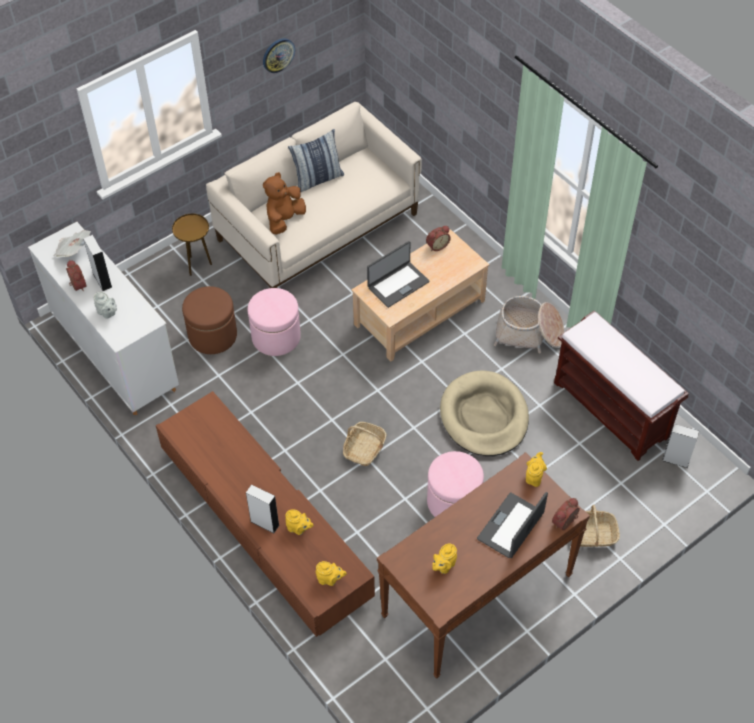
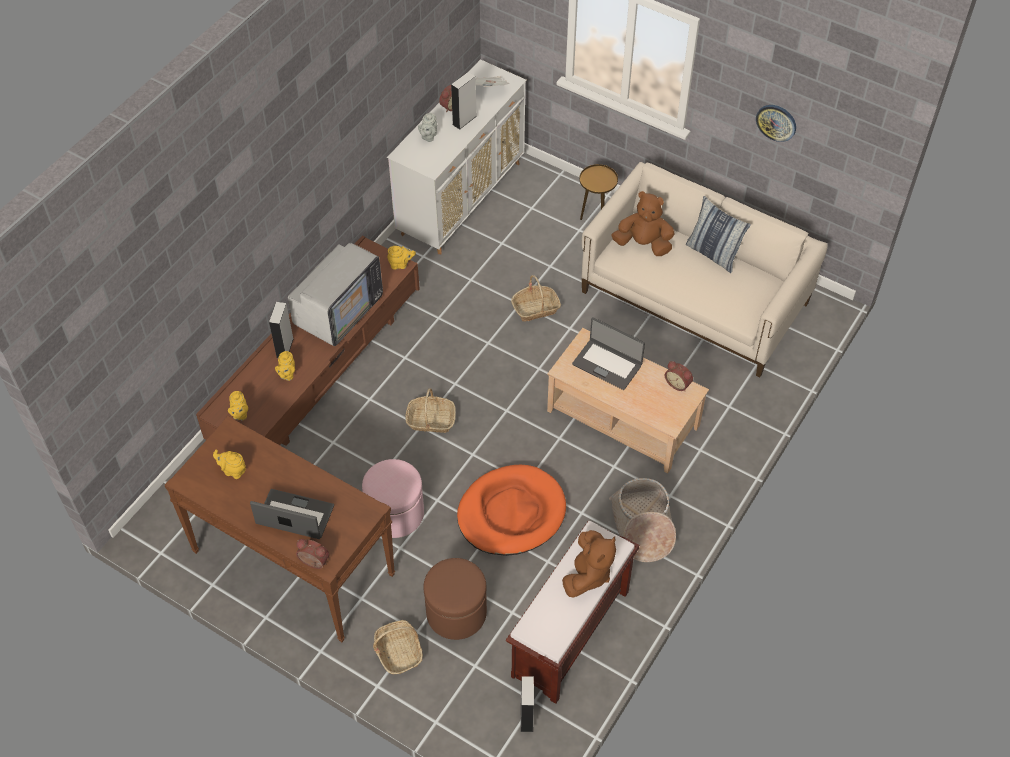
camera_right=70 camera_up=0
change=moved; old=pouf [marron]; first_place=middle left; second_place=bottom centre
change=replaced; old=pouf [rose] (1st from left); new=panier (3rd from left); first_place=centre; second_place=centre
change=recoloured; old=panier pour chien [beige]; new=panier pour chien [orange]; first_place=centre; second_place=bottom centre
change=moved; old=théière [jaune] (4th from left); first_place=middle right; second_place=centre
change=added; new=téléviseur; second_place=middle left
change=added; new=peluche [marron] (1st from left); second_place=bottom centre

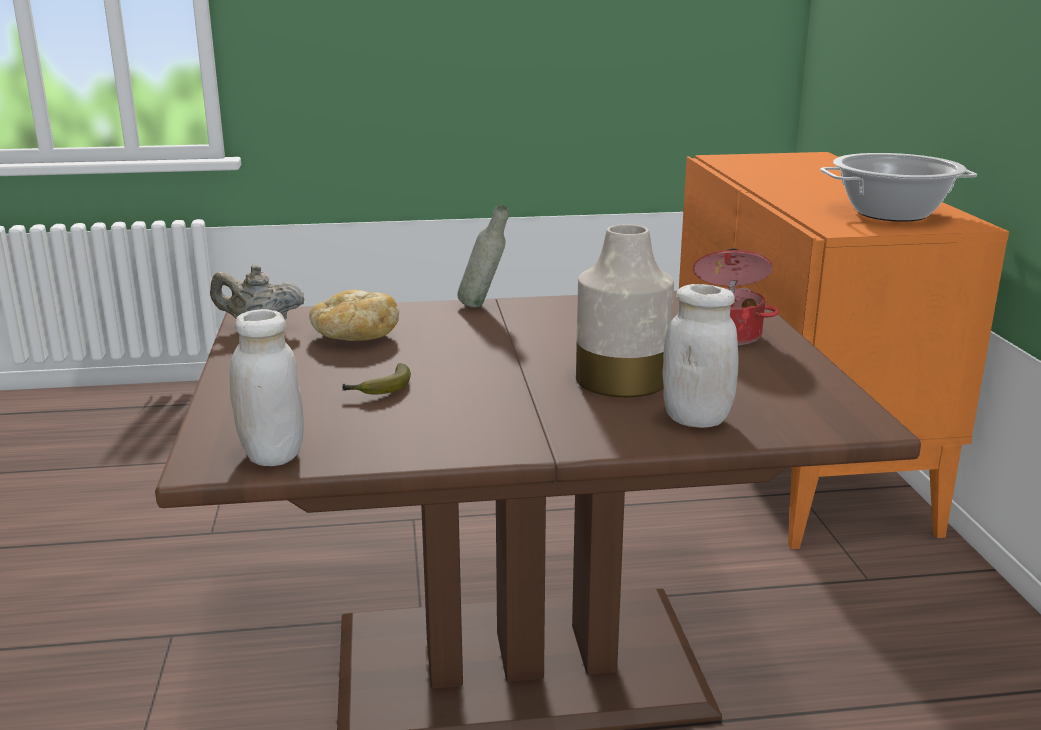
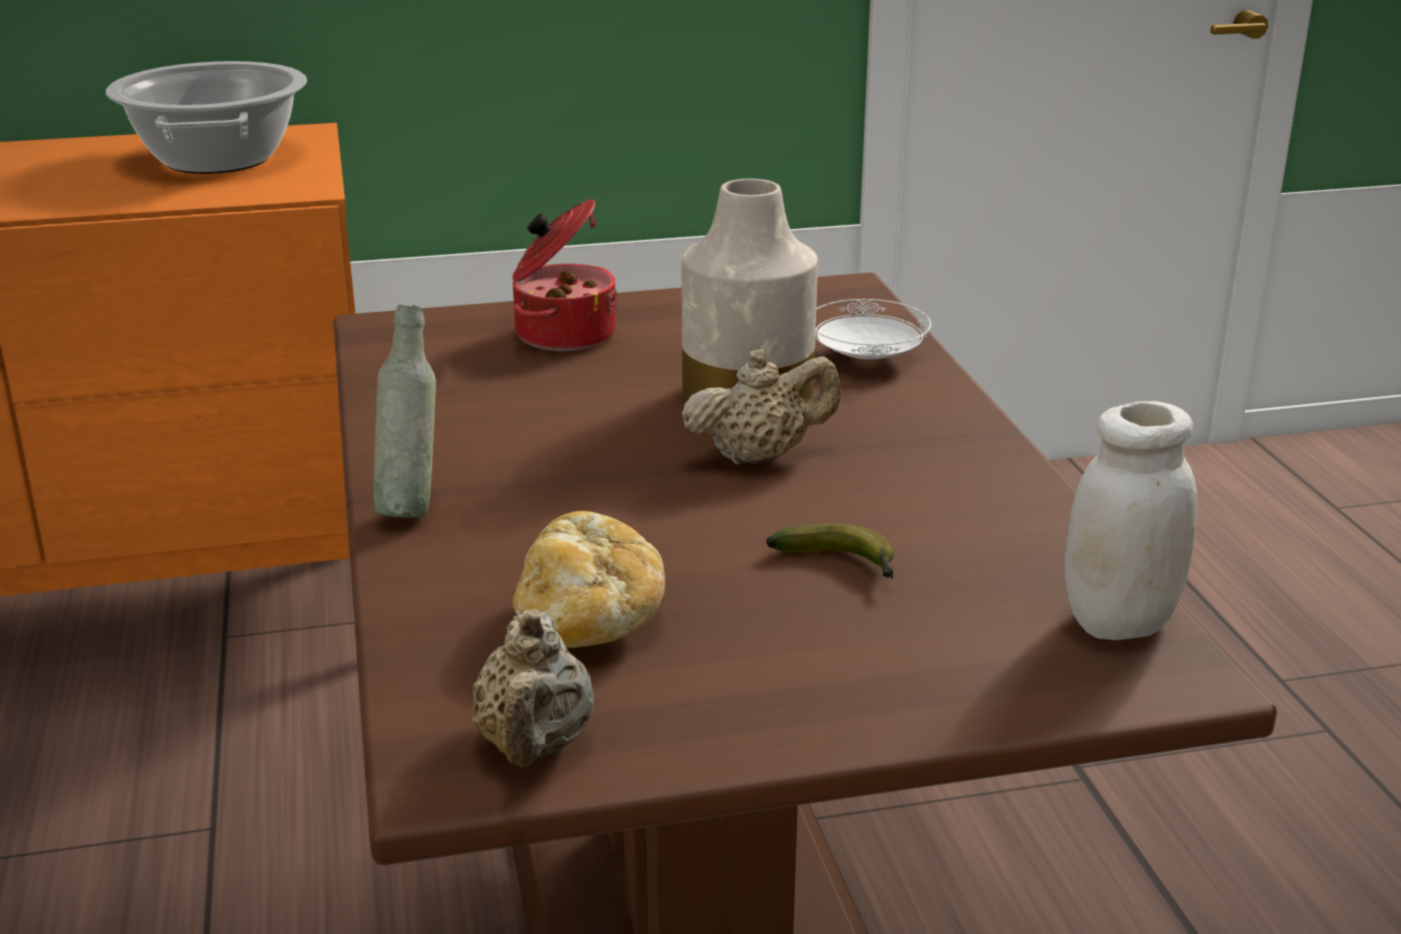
camera_right=-95 camera_up=5
change=replaced; old=bocal [blanc] (2nd from left); new=assiette [blanc]; first_place=middle right; second_place=centre
change=added; new=théière [beige] (2nd from left); second_place=centre

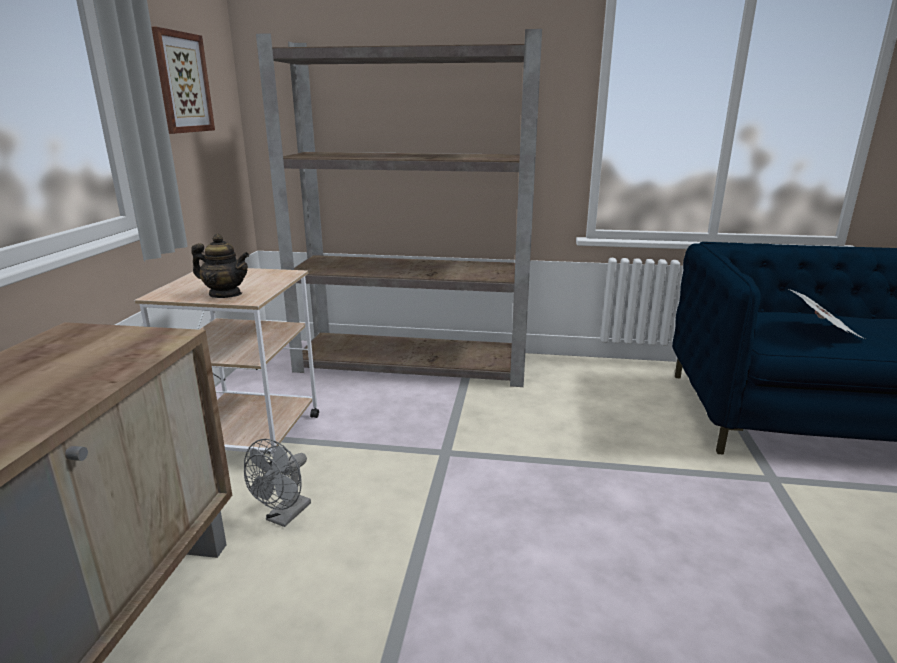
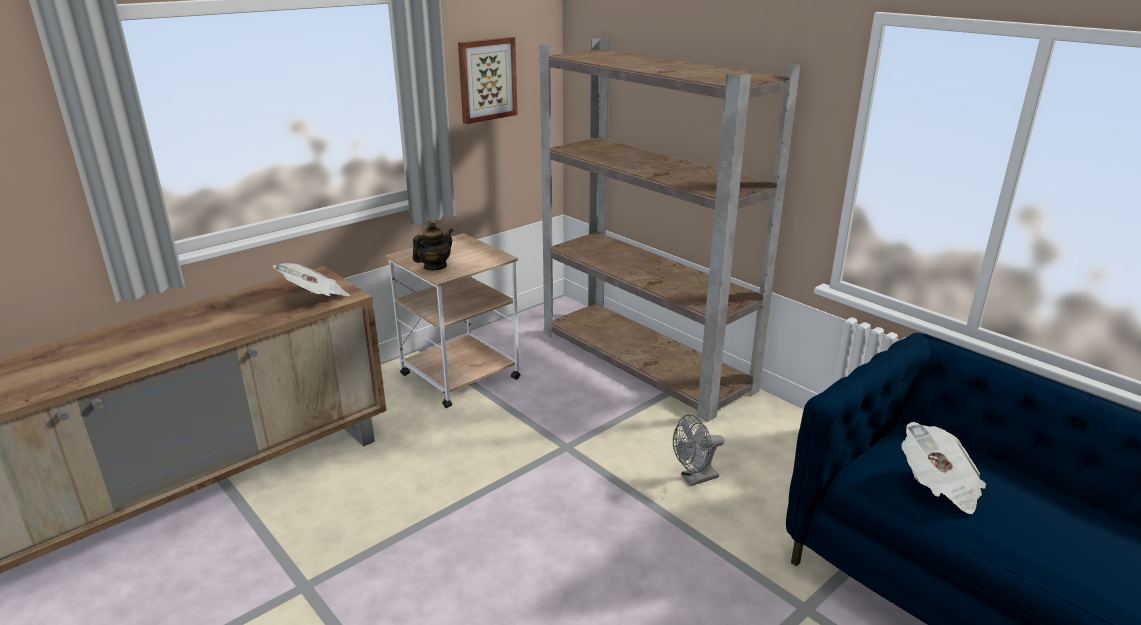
camera_right=40 camera_up=5
change=turned; old=théière; first_place=middle left; second_place=centre; degrees=-105
change=moved; old=ventilateur [gris]; first_place=bottom left; second_place=bottom centre
change=added; new=journal (1st from left); second_place=middle left

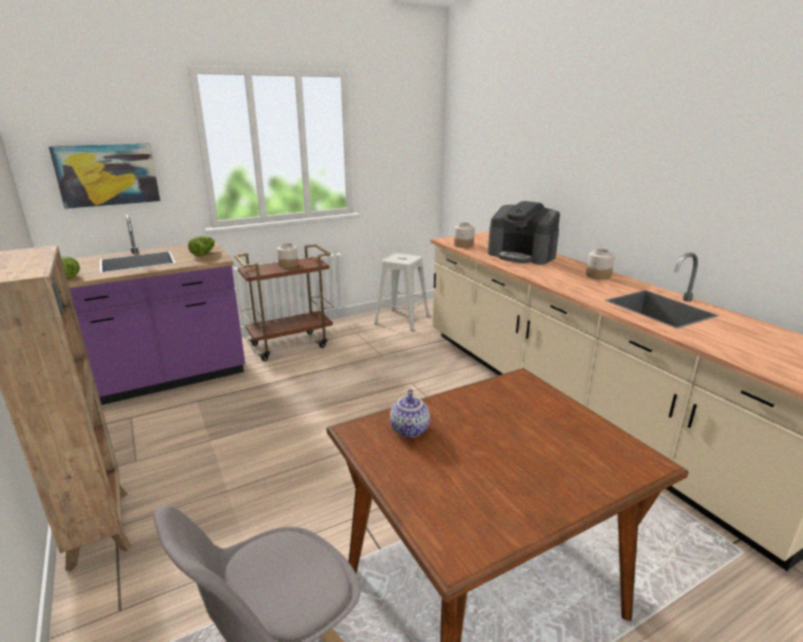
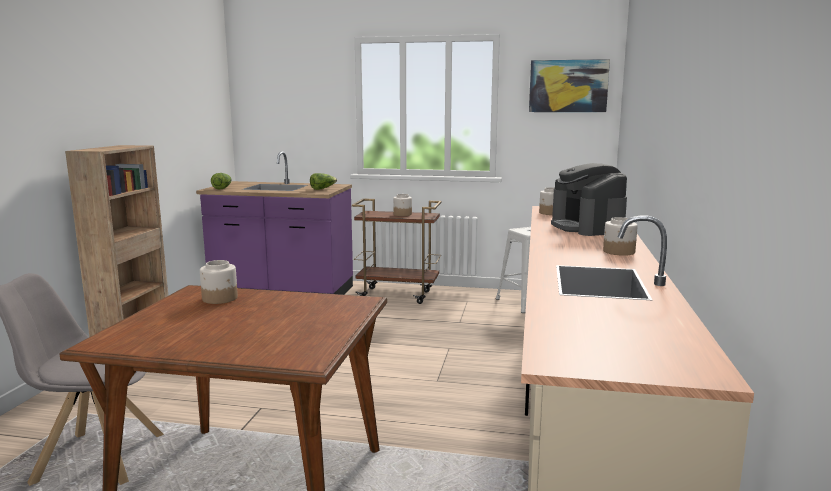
camera_right=40 camera_up=-10
change=moved; old=tableau; first_place=top left; second_place=top right
change=replaced; old=théière; new=bocal (1st from left); first_place=centre; second_place=middle left

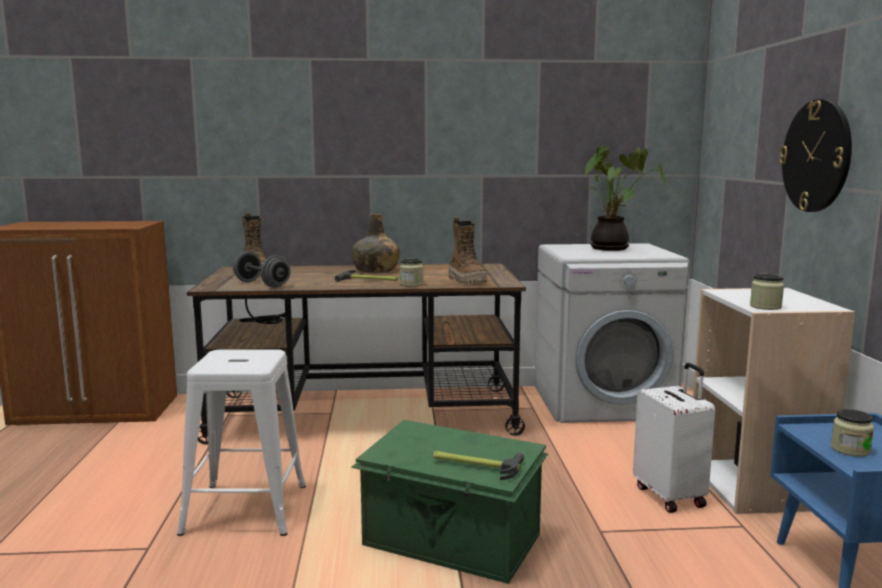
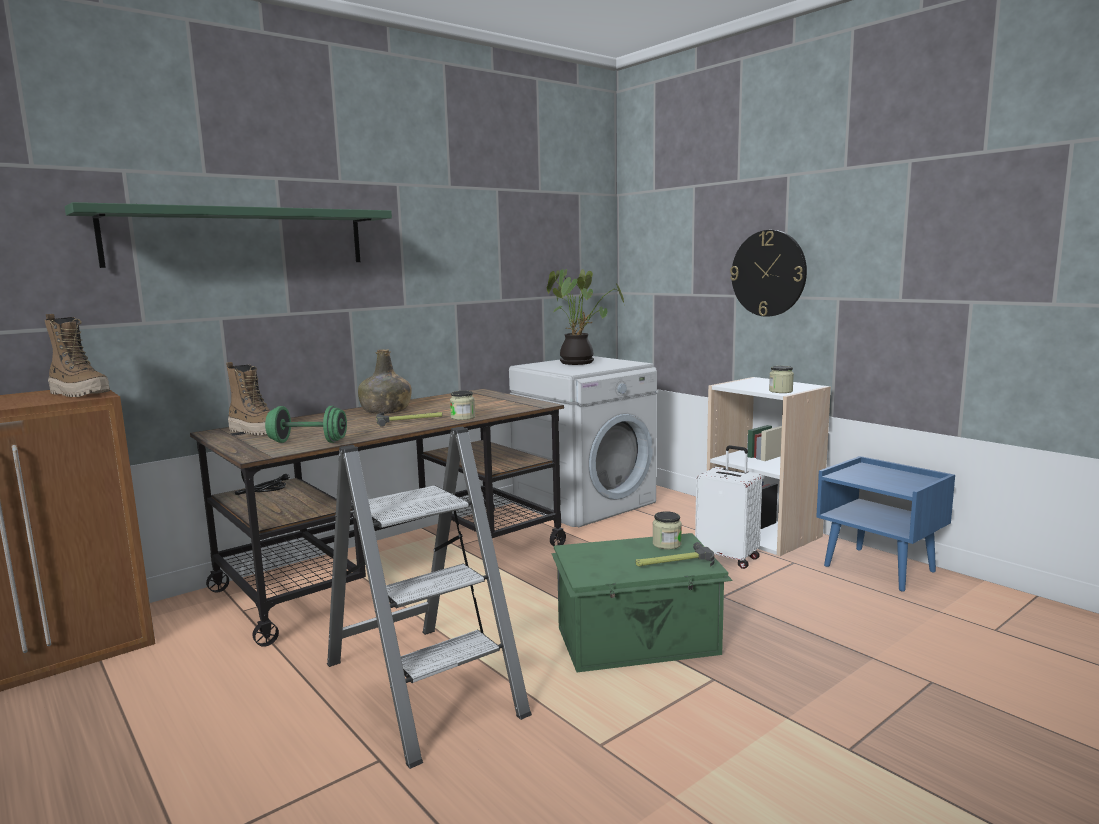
camera_right=-35 camera_up=0
change=moved; old=botte (2nd from left in the first image); new=botte (1st from left); first_place=centre; second_place=middle left
change=recoloured; old=haltère [gris]; new=haltère [vert]; first_place=middle left; second_place=middle left
change=replaced; old=tabouret [blanc]; new=escabeau [gris]; first_place=bottom left; second_place=bottom centre
change=moved; old=bocal (3rd from left in the first image); new=bocal (2nd from left); first_place=bottom right; second_place=centre
change=added; new=étagère [vert]; second_place=top left

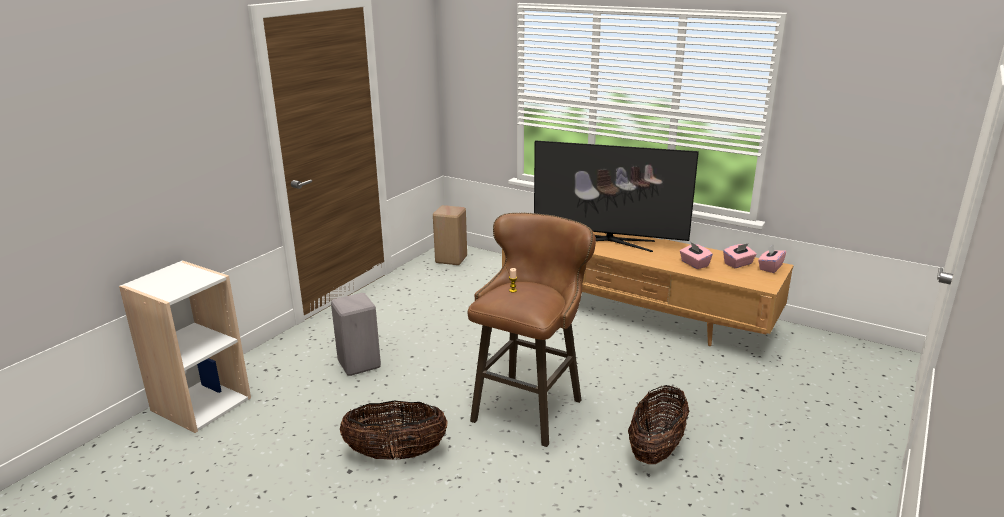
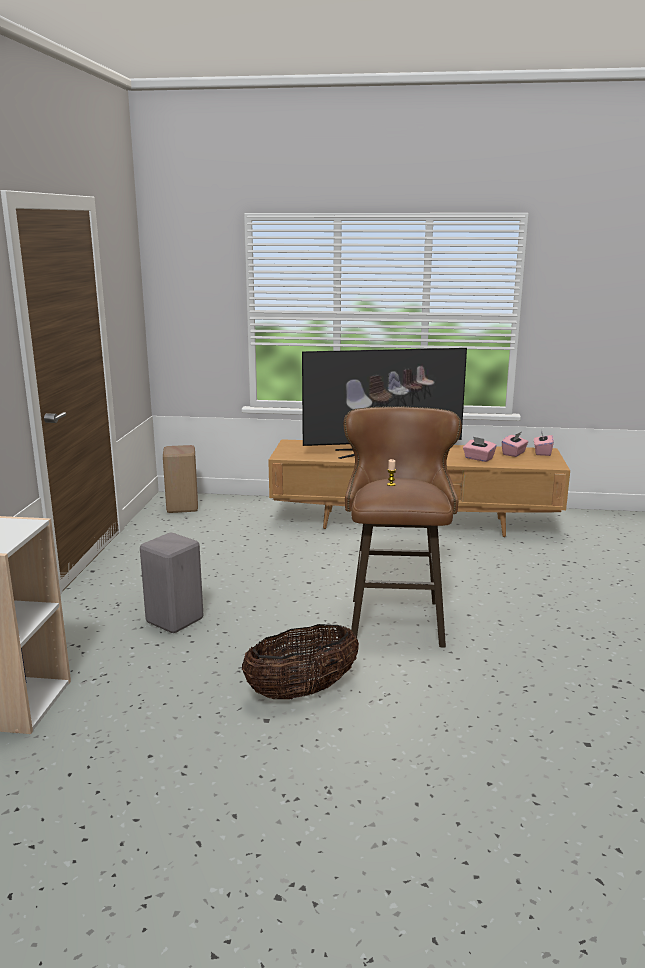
camera_right=-25 camera_up=-5
change=removed; old=panier (2nd from left); first_place=bottom centre

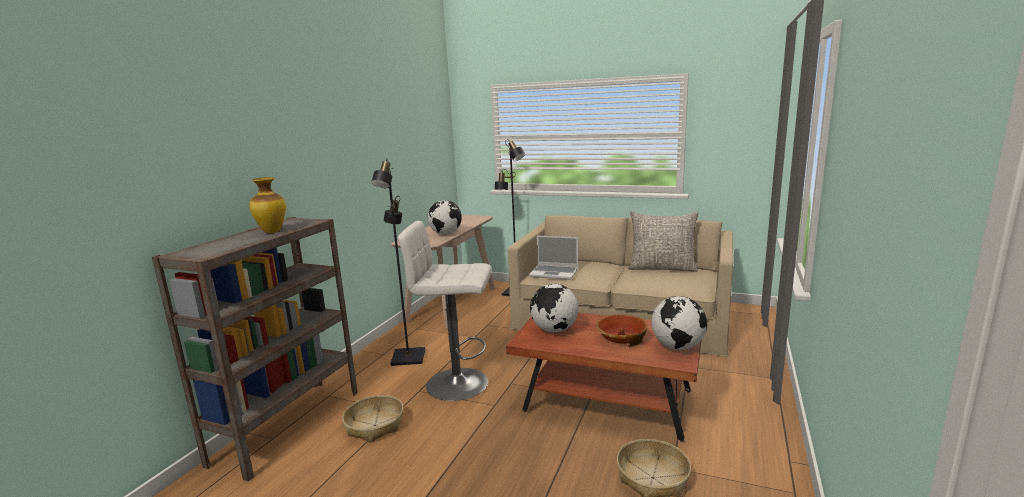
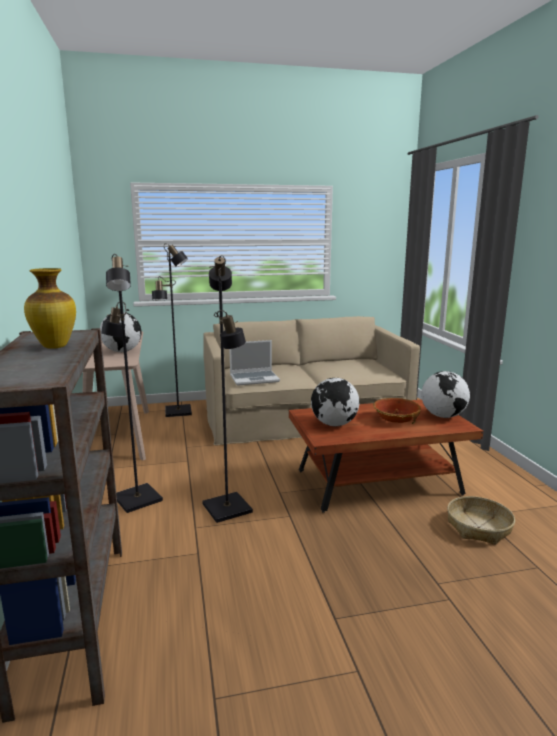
camera_right=-35 camera_up=0
change=removed; old=coussin [gris]; first_place=centre
change=replaced; old=tabouret [blanc]; new=lampadaire [noir] (3rd from left); first_place=centre; second_place=centre
change=removed; old=panier (1st from left); first_place=bottom centre

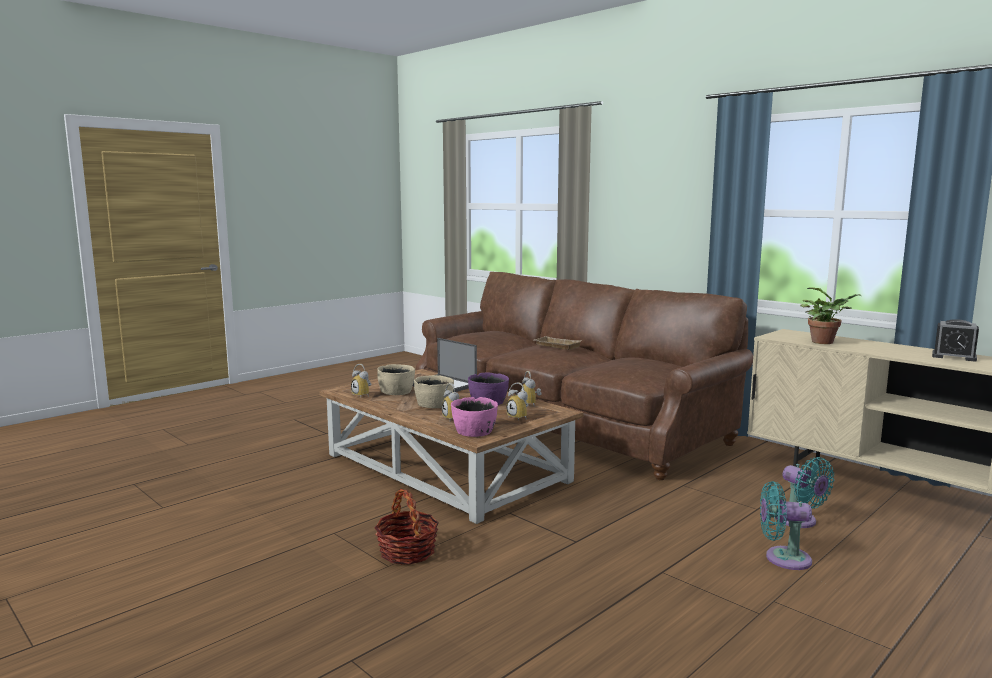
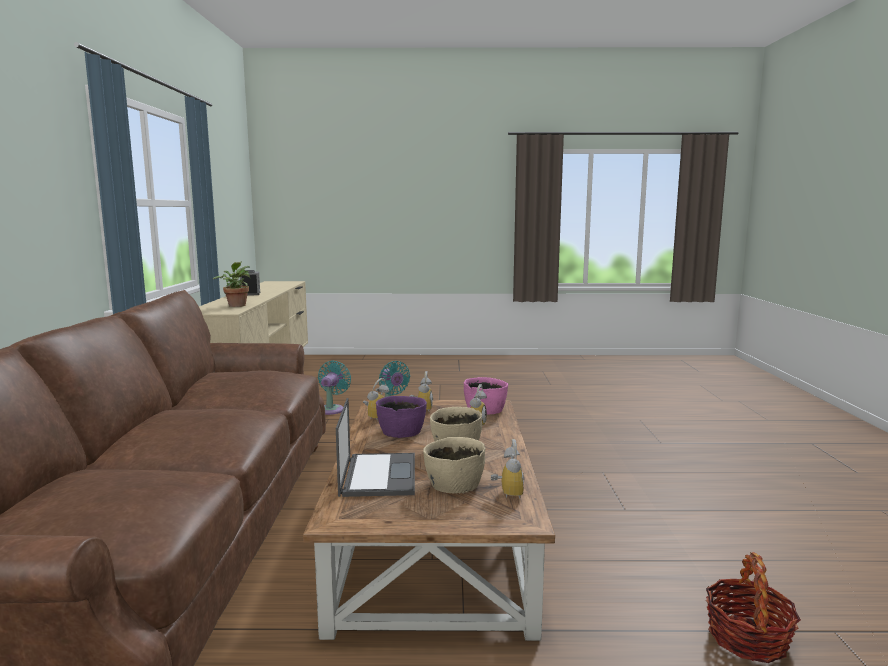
camera_right=-135 camera_up=0
change=removed; old=plateau [beige]; first_place=centre
change=moved; old=panier; first_place=bottom centre; second_place=bottom right

